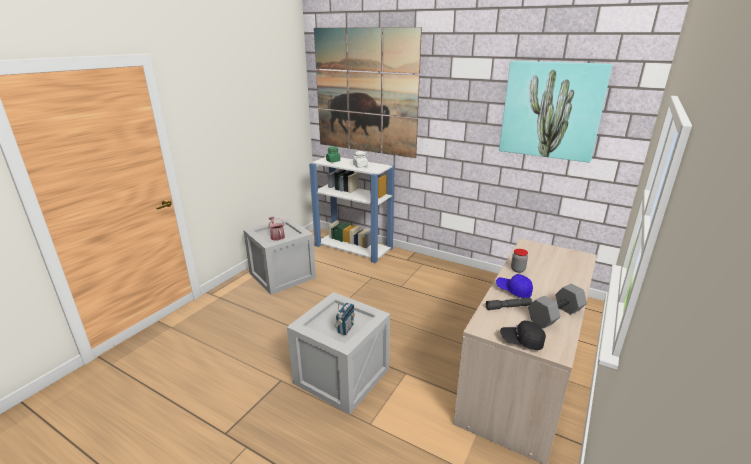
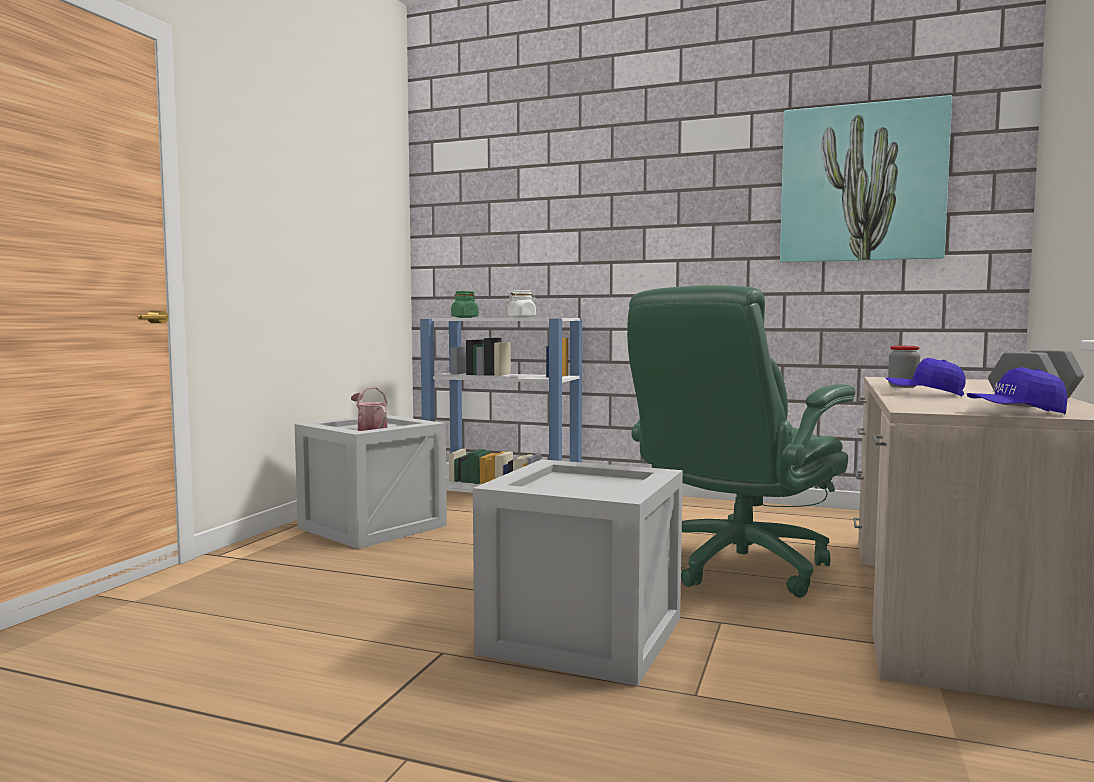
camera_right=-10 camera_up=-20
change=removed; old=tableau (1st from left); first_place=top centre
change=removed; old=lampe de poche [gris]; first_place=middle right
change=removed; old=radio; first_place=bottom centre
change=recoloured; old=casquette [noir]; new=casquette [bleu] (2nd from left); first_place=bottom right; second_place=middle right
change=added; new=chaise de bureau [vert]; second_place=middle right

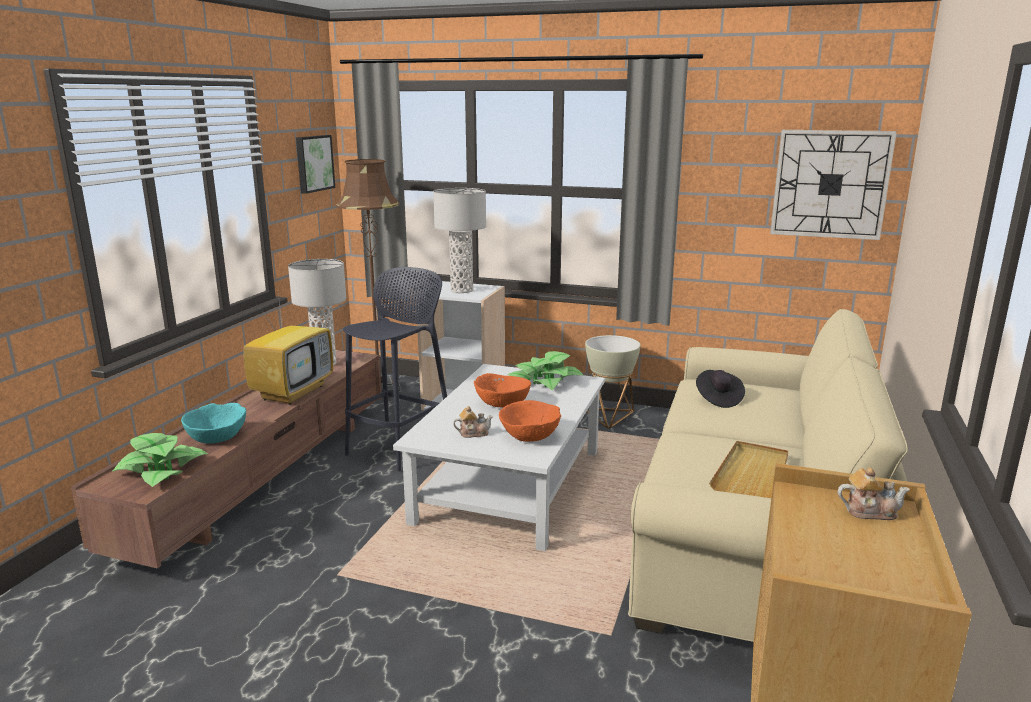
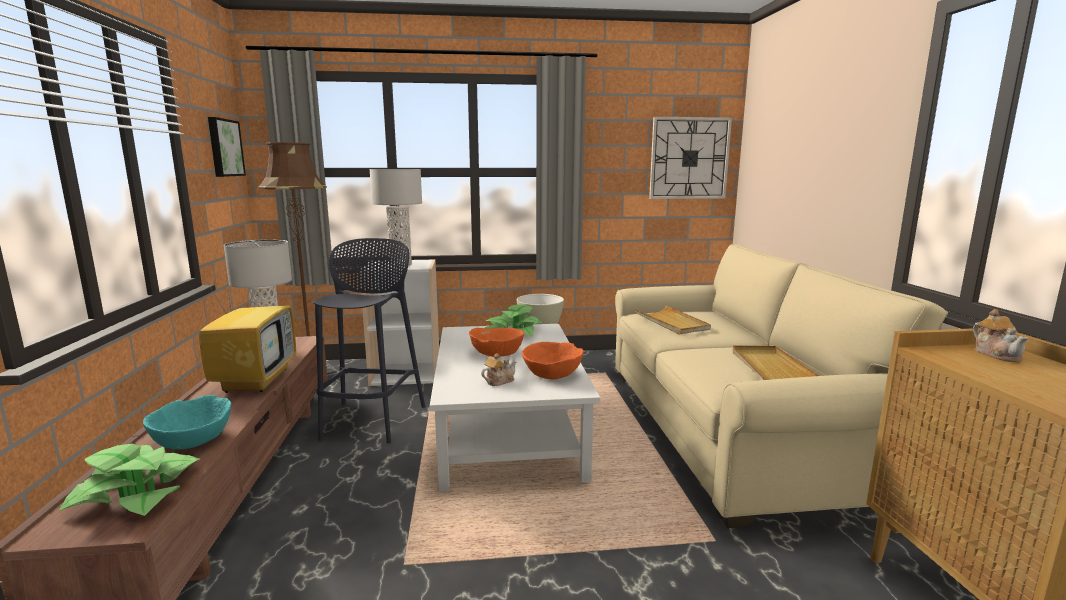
camera_right=-25 camera_up=-5
change=replaced; old=chapeau [noir]; new=plateau [beige] (1st from left); first_place=middle right; second_place=centre
change=turned; old=théière (2nd from left); first_place=bottom right; second_place=middle right; degrees=105

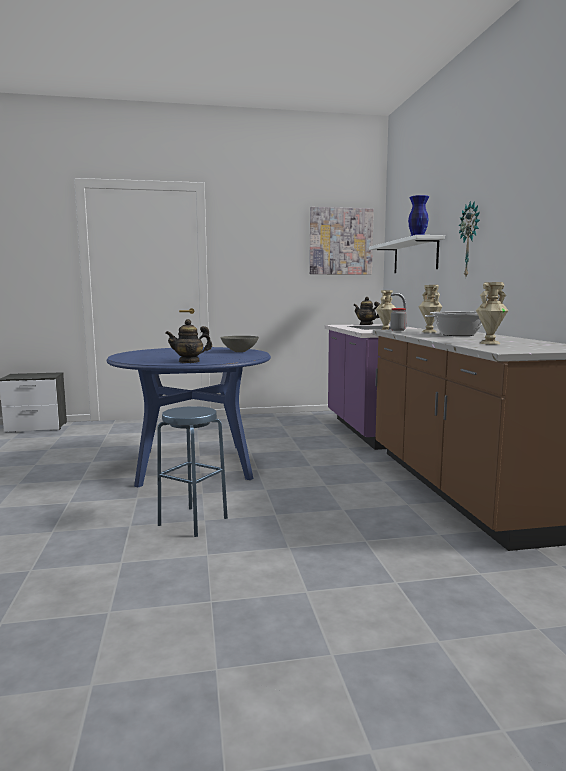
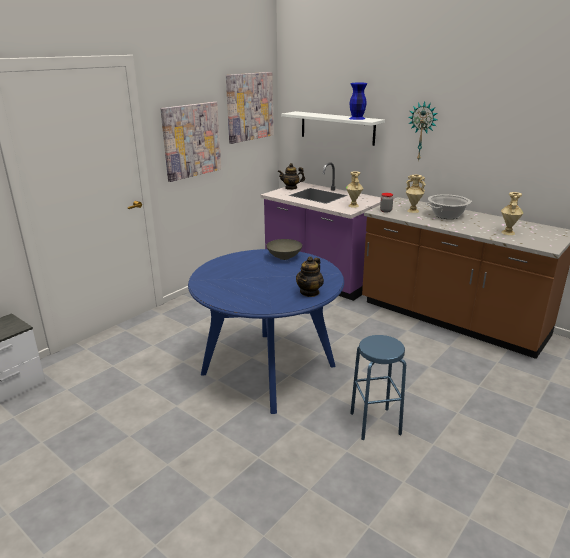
camera_right=-40 camera_up=15
change=added; new=tableau (1st from left); second_place=top centre

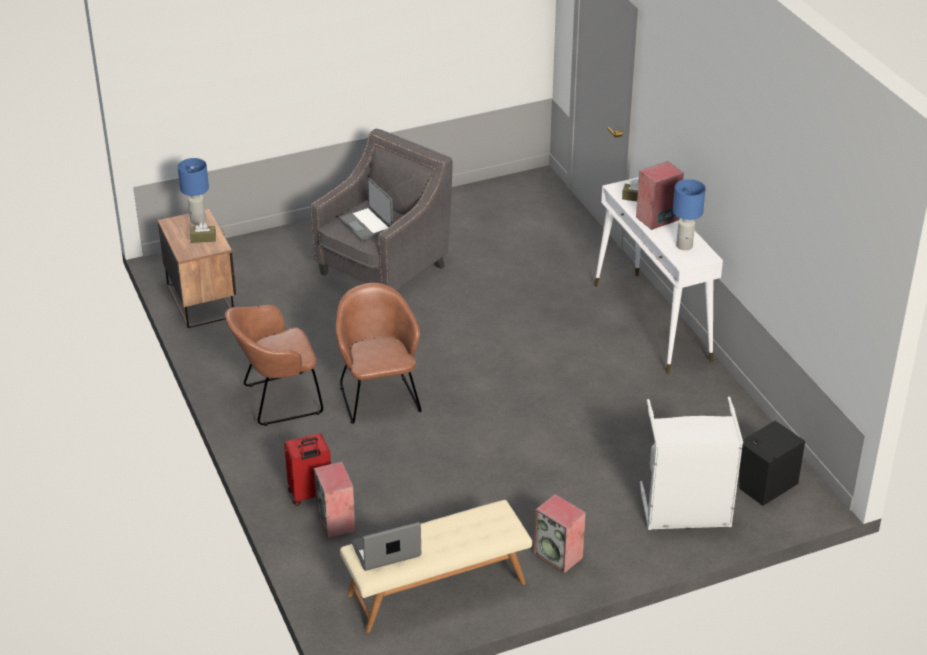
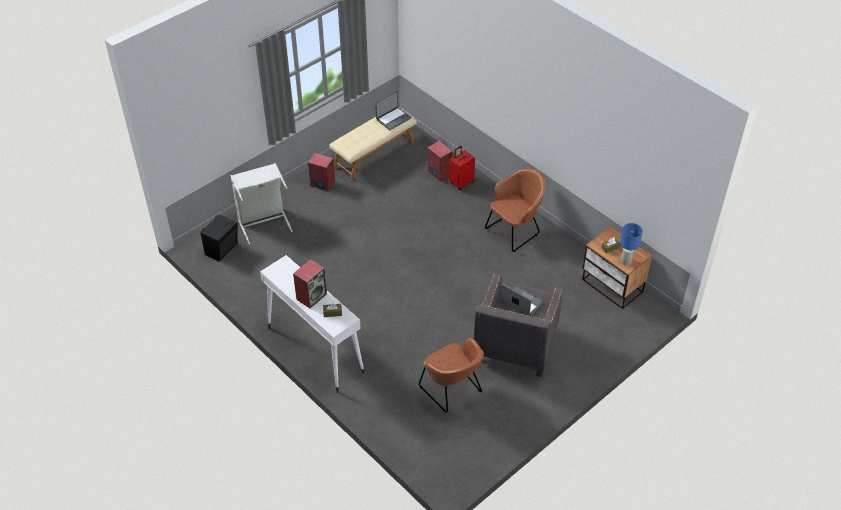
camera_right=160 camera_up=10
change=removed; old=lampe de table [bleu] (2nd from left); first_place=top right
change=moved; old=fauteuil [marron] (2nd from left in the first image); new=fauteuil [marron] (1st from left); first_place=centre; second_place=bottom centre

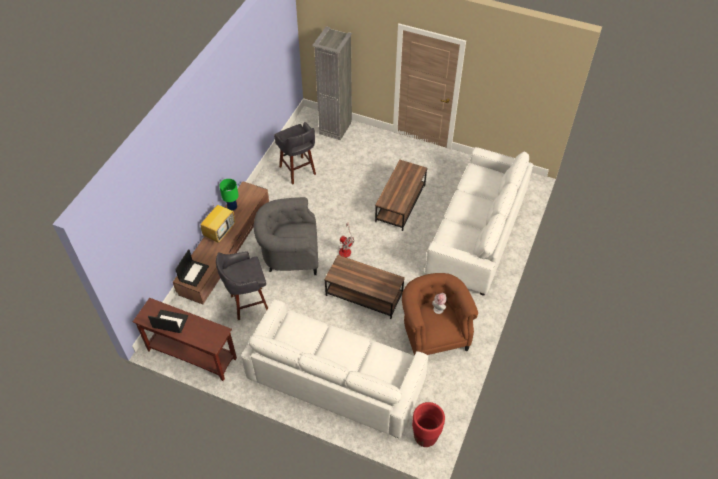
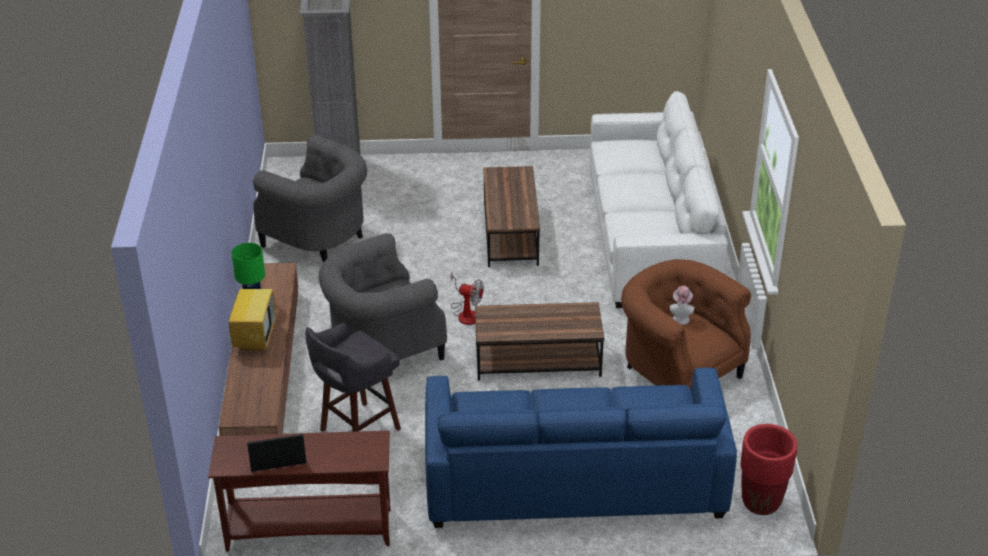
camera_right=-25 camera_up=-15
change=replaced; old=tabouret [gris] (2nd from left); new=fauteuil [gris] (1st from left); first_place=top centre; second_place=middle left
change=removed; old=ordinateur portable (2nd from left); first_place=middle left
change=recoloured; old=canapé [blanc] (1st from left); new=canapé [bleu]; first_place=bottom centre; second_place=bottom centre

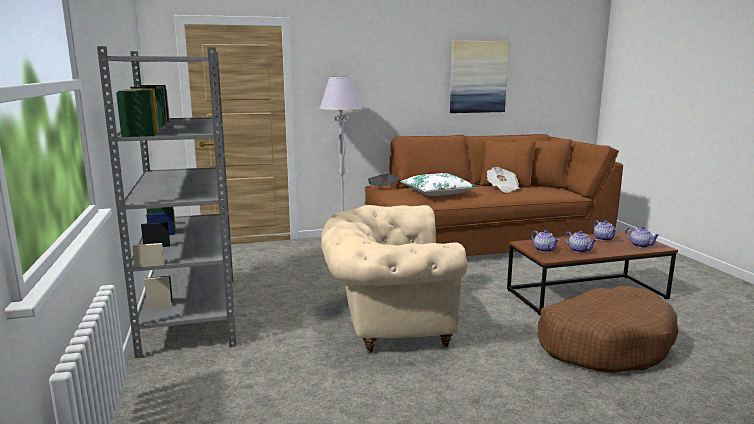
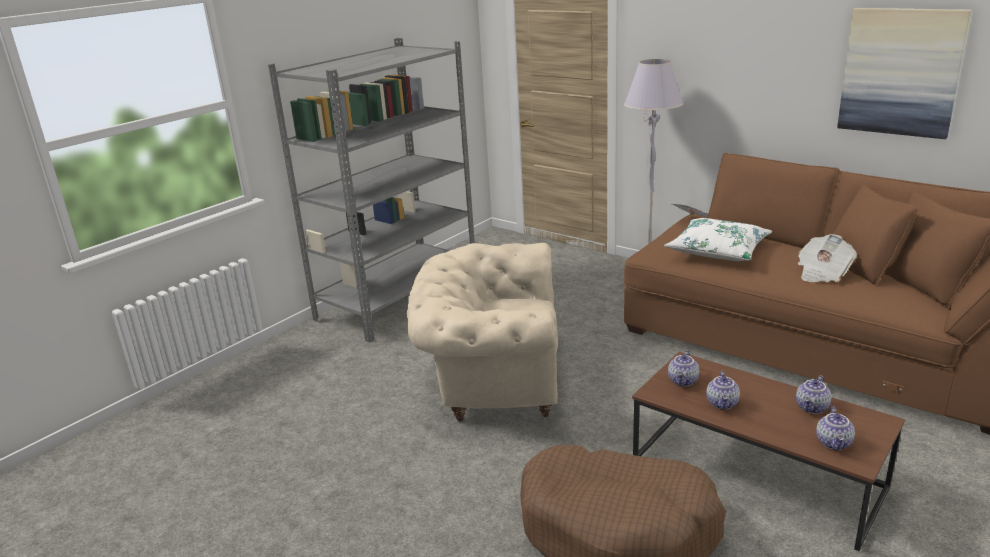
camera_right=55 camera_up=10
change=turned; old=fauteuil [beige]; first_place=centre; second_place=centre; degrees=-45

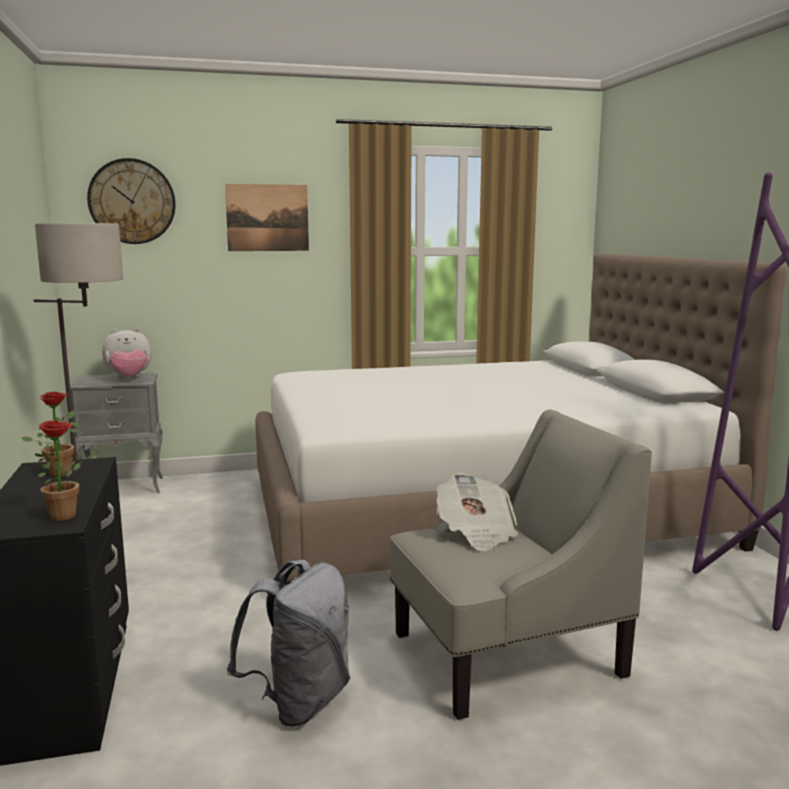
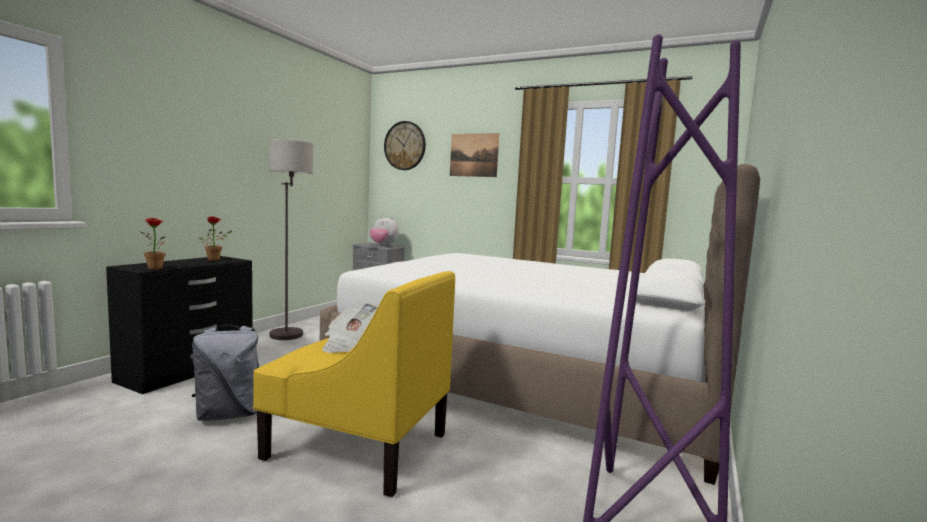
camera_right=40 camera_up=-5
change=recoloured; old=fauteuil [gris]; new=fauteuil [jaune]; first_place=bottom centre; second_place=bottom centre

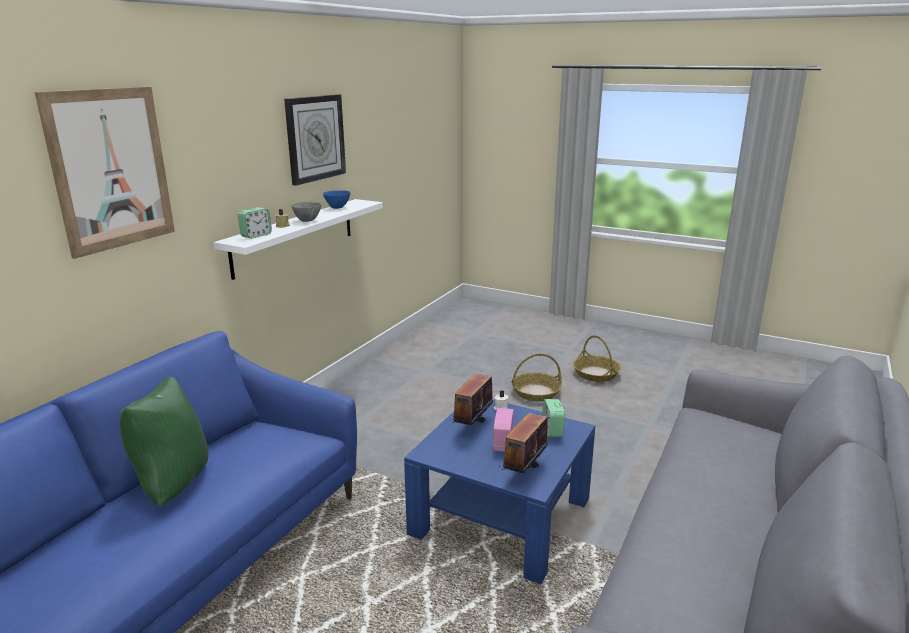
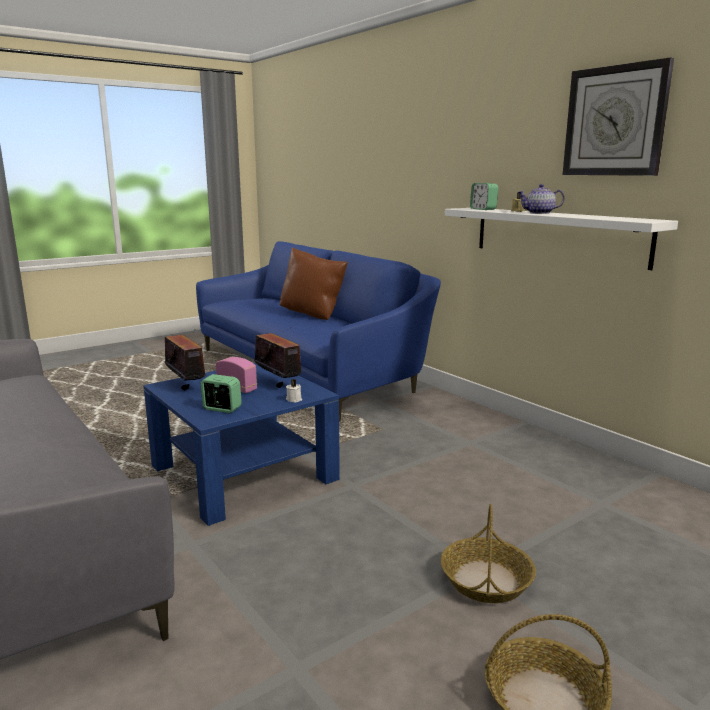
camera_right=115 camera_up=-5
change=removed; old=tableau; first_place=top left
change=removed; old=bol [bleu]; first_place=top centre
change=replaced; old=bol [gris]; new=théière; first_place=centre; second_place=top right
change=recoloured; old=coussin [vert]; new=coussin [marron]; first_place=bottom left; second_place=centre

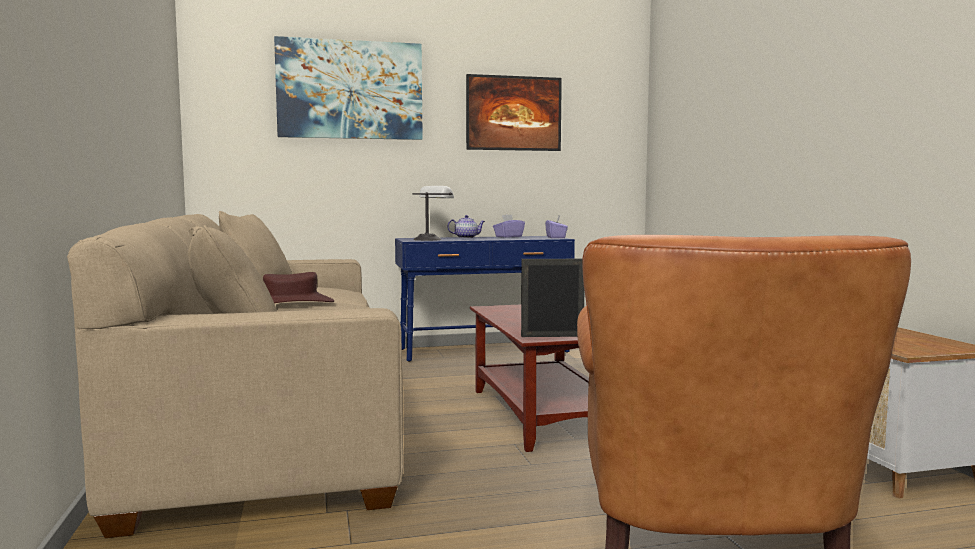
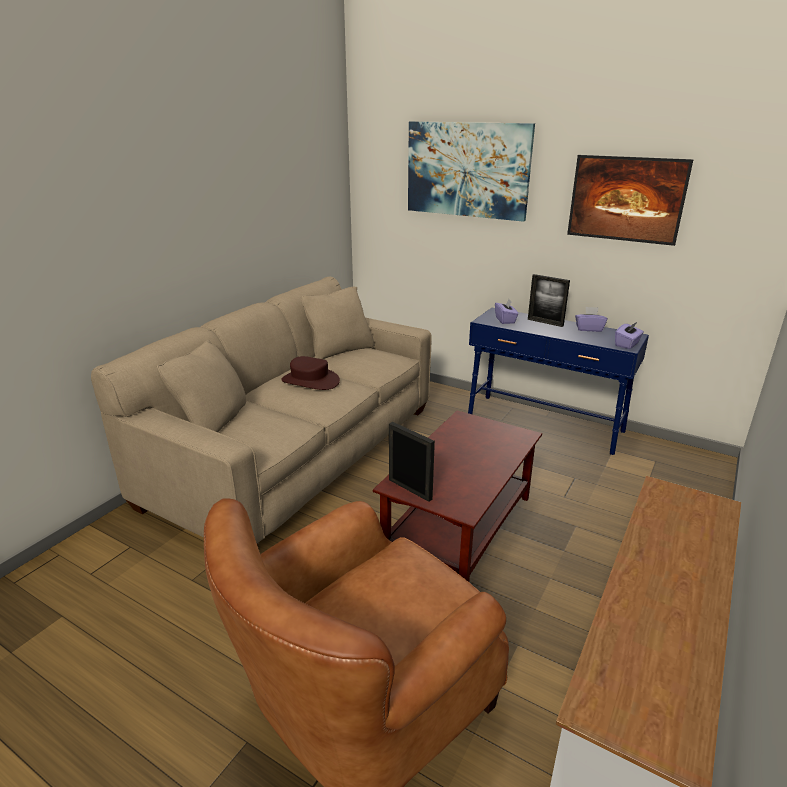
camera_right=45 camera_up=20
change=replaced; old=lampe de table; new=boîte à mouchoirs [violet] (1st from left); first_place=centre; second_place=centre
change=replaced; old=théière; new=cadre photo (2nd from left); first_place=centre; second_place=middle right

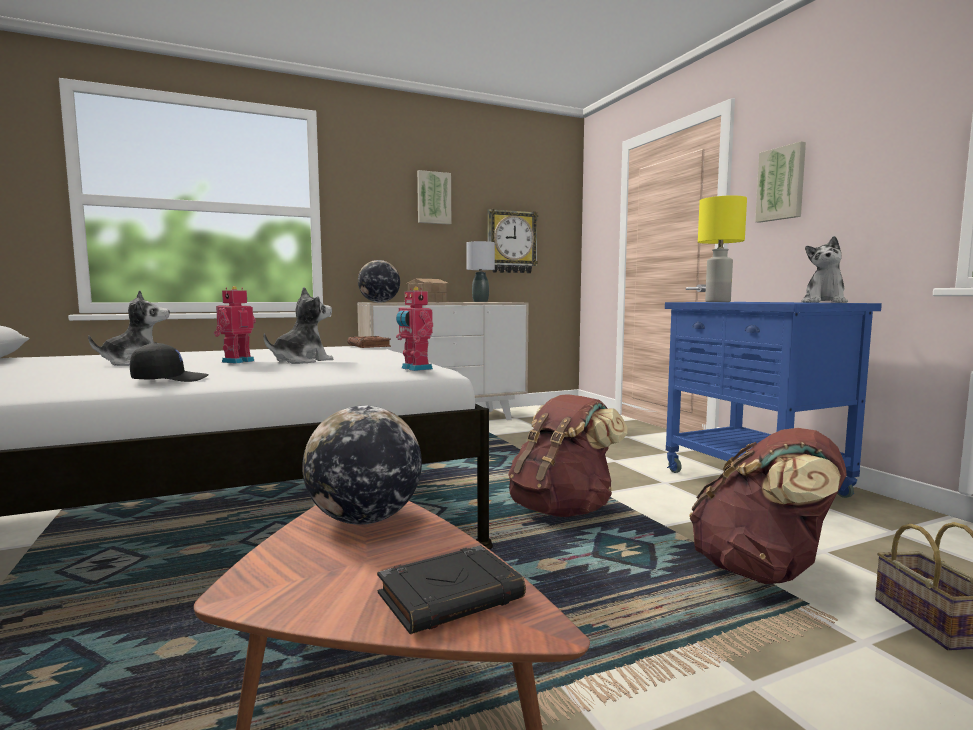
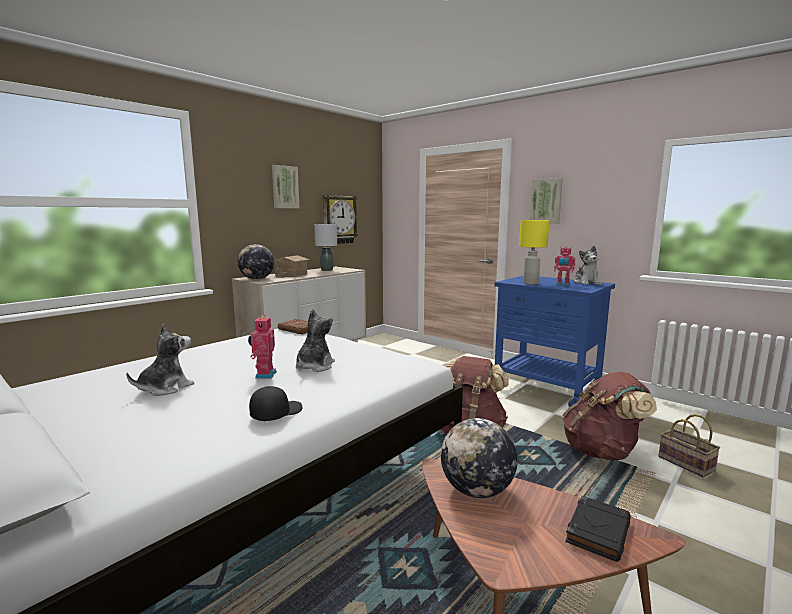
camera_right=-25 camera_up=5
change=moved; old=robot jouet (2nd from left); first_place=centre; second_place=middle right

